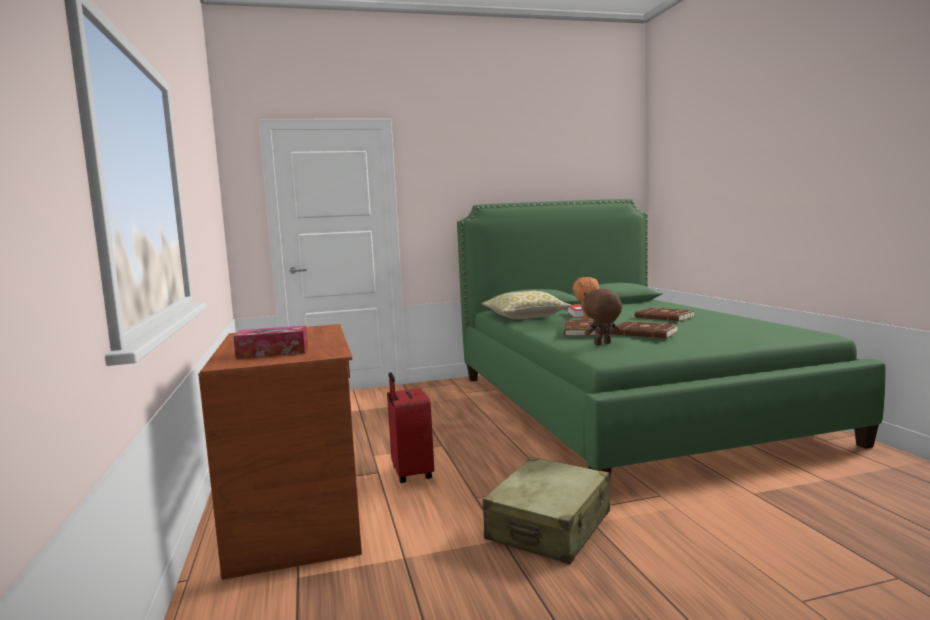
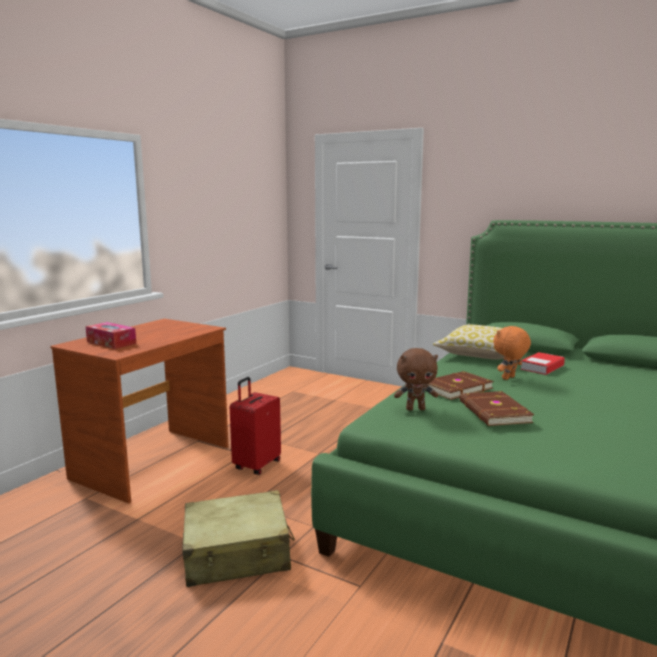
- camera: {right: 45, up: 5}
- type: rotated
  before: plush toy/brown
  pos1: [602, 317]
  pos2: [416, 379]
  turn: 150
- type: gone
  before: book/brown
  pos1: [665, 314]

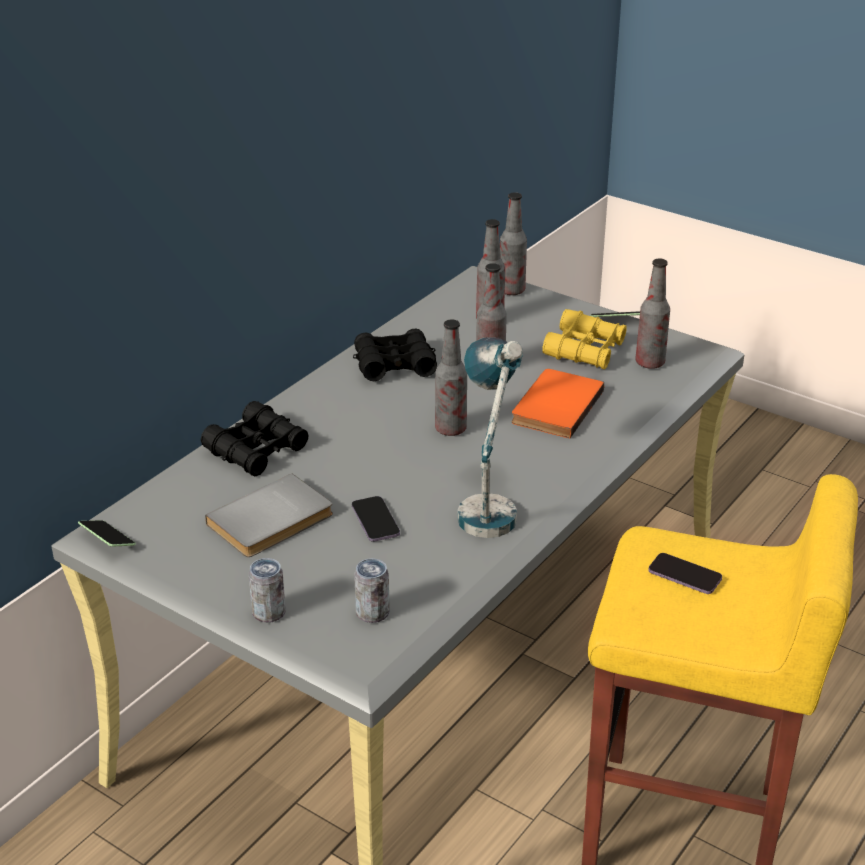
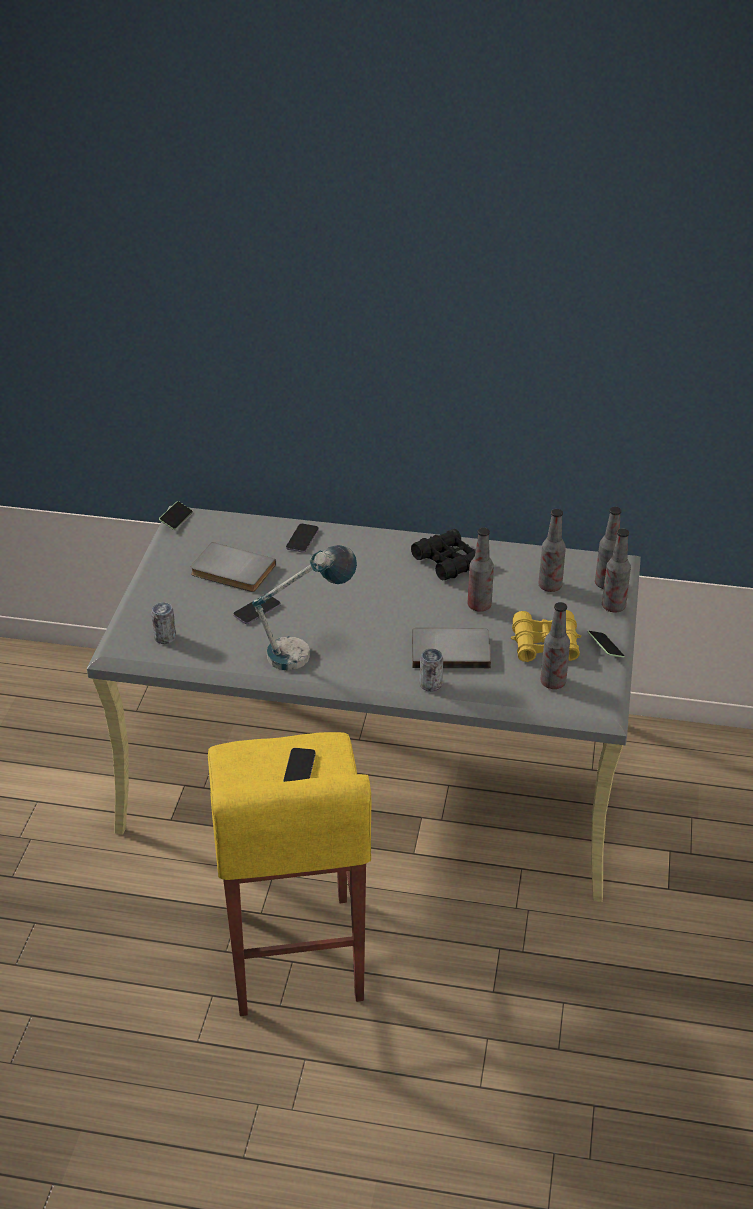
- camera: {right: 65, up: 5}
- type: swapped
  before: binoculars/black
  after: phone
  pos1: [254, 438]
  pos2: [302, 538]
- type: shifted
  before: can
  pos1: [267, 590]
  pos2: [431, 670]
- type: shifted
  before: bottle
  pos1: [451, 377]
  pos2: [616, 570]
- type: repainted
  before: book/orange
  after: book/grey
  pos1: [558, 404]
  pos2: [451, 648]

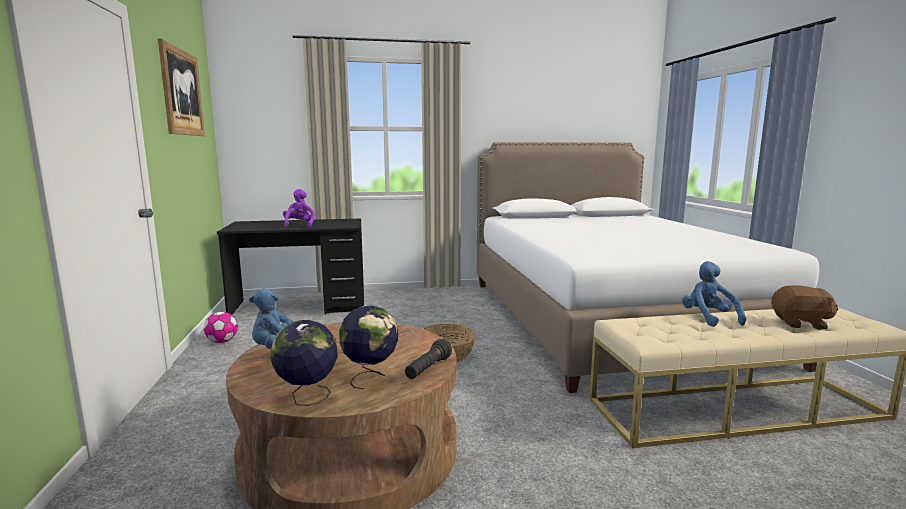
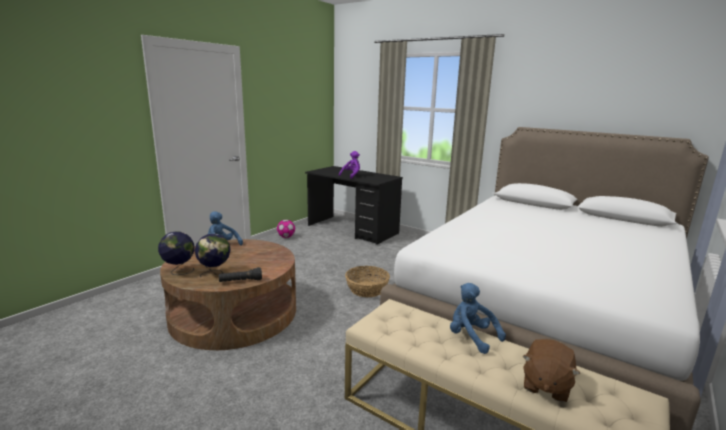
- camera: {right: 45, up: 5}
- type: gone
  before: picture
  pos1: [181, 87]
- type: rotated
  before: plush toy/blue
  pos1: [714, 294]
  pos2: [478, 318]
  turn: -75
- type: rotated
  before: plush toy/brown
  pos1: [804, 307]
  pos2: [551, 370]
  turn: 60

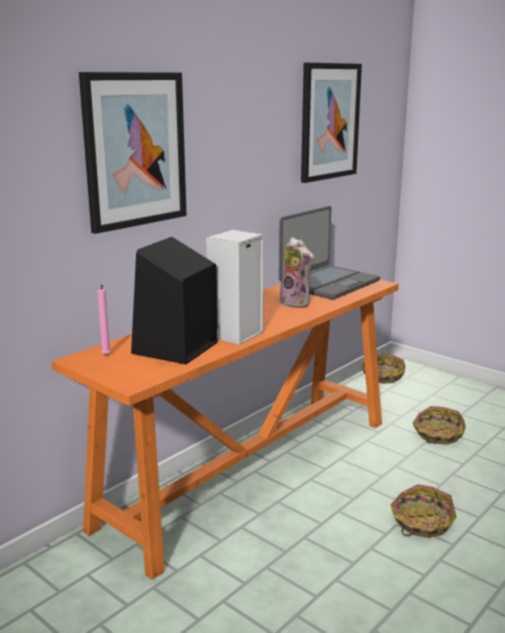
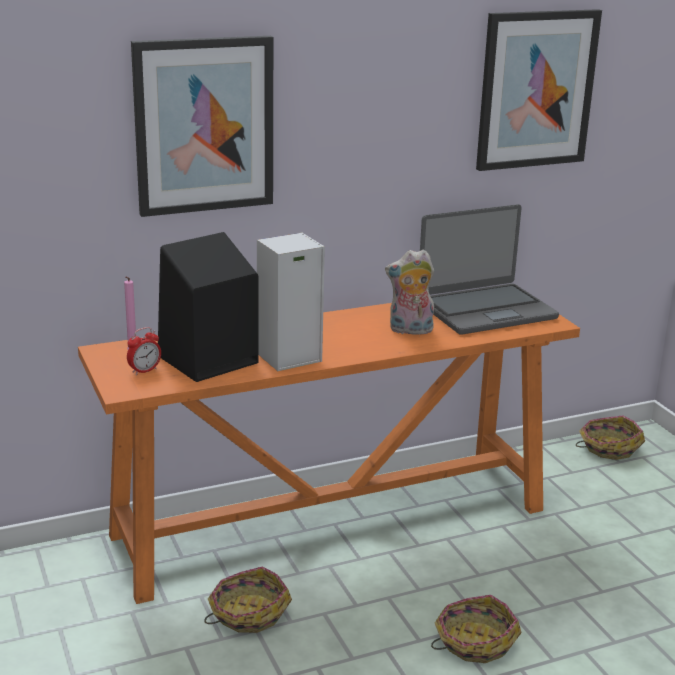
- camera: {right: 25, up: 5}
- type: rotated
  before: plush toy
  pos1: [297, 272]
  pos2: [409, 292]
  turn: 105
- type: shifted
  before: basket
  pos1: [439, 425]
  pos2: [248, 599]
- type: new
  after: alarm clock
  pos2: [144, 351]

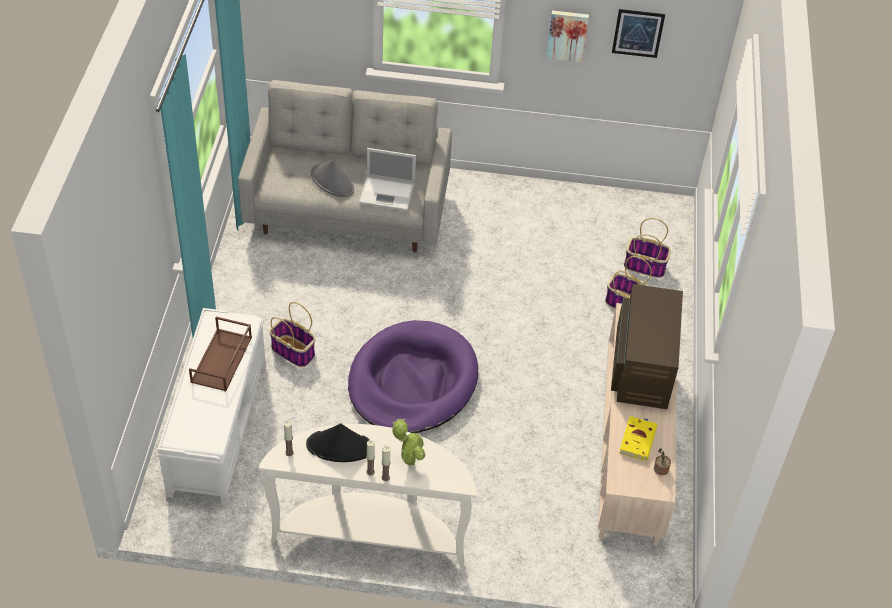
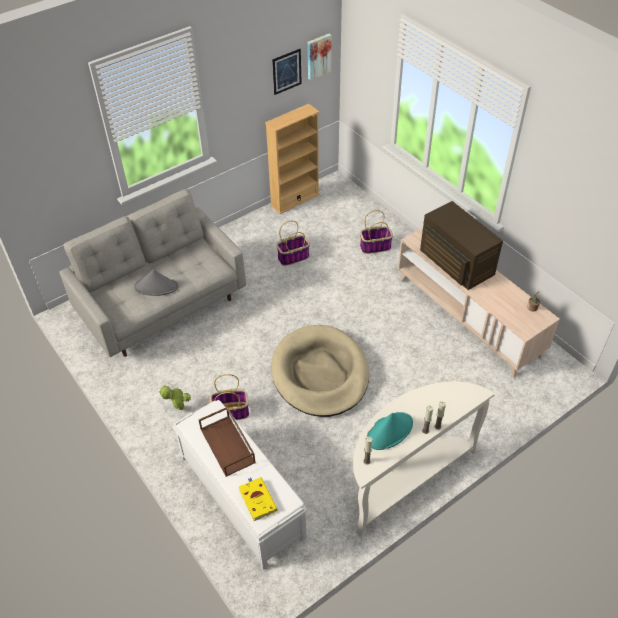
- camera: {right: -40, up: 0}
- type: repainted
  before: hat/black
  after: hat/turquoise
  pos1: [338, 443]
  pos2: [390, 431]
- type: repainted
  before: dog bed/purple
  after: dog bed/beige
  pos1: [413, 376]
  pos2: [320, 371]
- type: gone
  before: laptop
  pos1: [387, 179]
- type: shifted
  before: potted plant
  pos1: [408, 442]
  pos2: [175, 397]
- type: shifted
  before: picture
  pos1: [567, 37]
  pos2: [319, 57]
- type: shifted
  before: book/yellow
  pos1: [638, 438]
  pos2: [258, 499]
- type: shifted
  before: basket
  pos1: [647, 248]
  pos2: [293, 243]
- type: new
  after: bookcase/beige
  pos2: [292, 159]

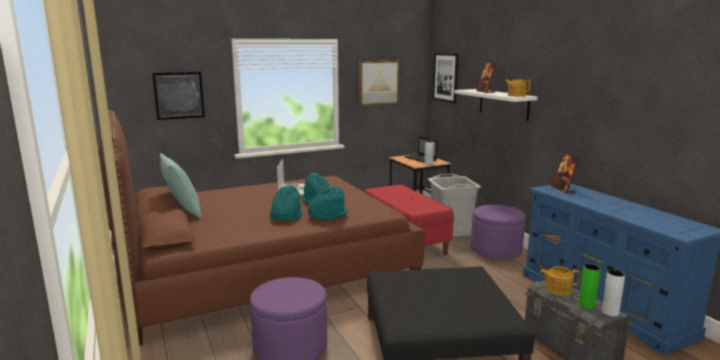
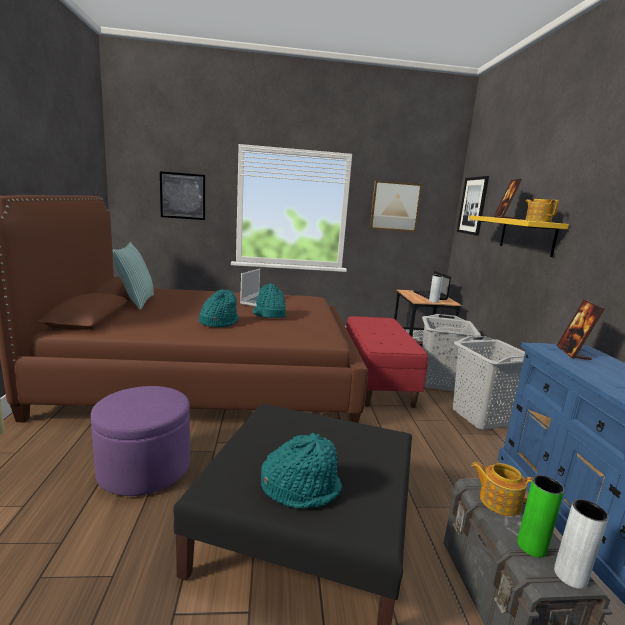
- camera: {right: 20, up: 0}
- type: shifted
  before: hat/turquoise
  pos1: [328, 203]
  pos2: [301, 471]
- type: repainted
  before: shelf/white
  after: shelf/yellow
  pos1: [496, 105]
  pos2: [519, 236]
- type: swapped
  before: ottoman/purple
  after: laundry basket/grey
  pos1: [498, 232]
  pos2: [489, 383]

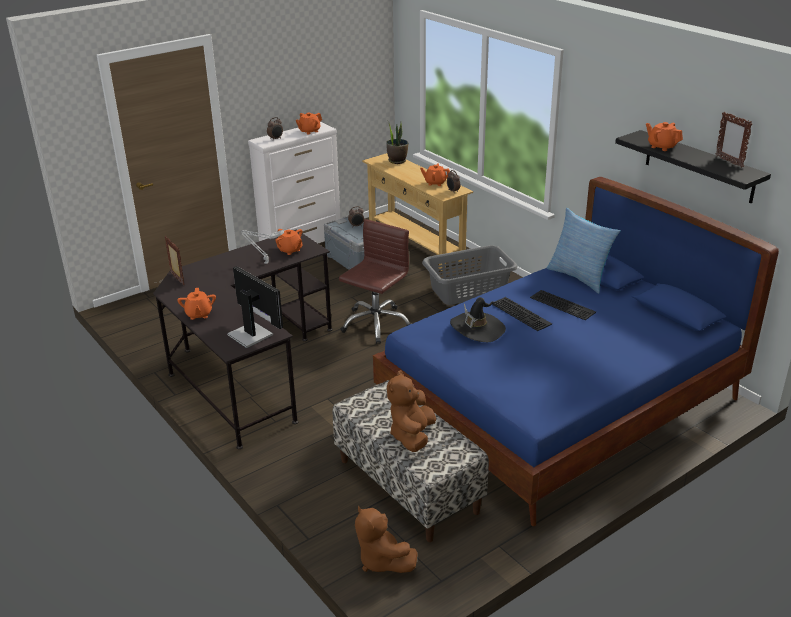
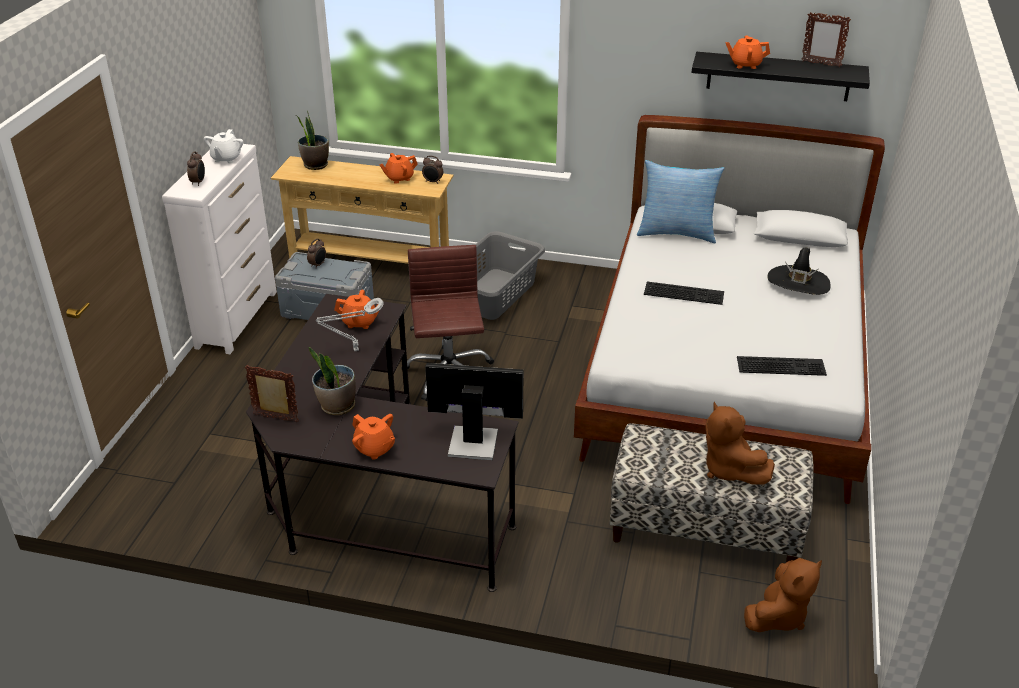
- camera: {right: -40, up: 5}
- type: repainted
  before: teapot/orange
  after: teapot/white
  pos1: [309, 123]
  pos2: [223, 146]
- type: rotated
  before: plush toy/brown
  pos1: [386, 539]
  pos2: [783, 595]
  turn: -60
- type: repainted
  before: bed/blue
  after: bed/white
  pos1: [576, 351]
  pos2: [729, 309]
- type: shifted
  before: hat/black
  pos1: [478, 319]
  pos2: [799, 271]
- type: shifted
  before: keyboard
  pos1: [563, 305]
  pos2: [782, 366]
- type: new
  after: potted plant
  pos2: [332, 381]

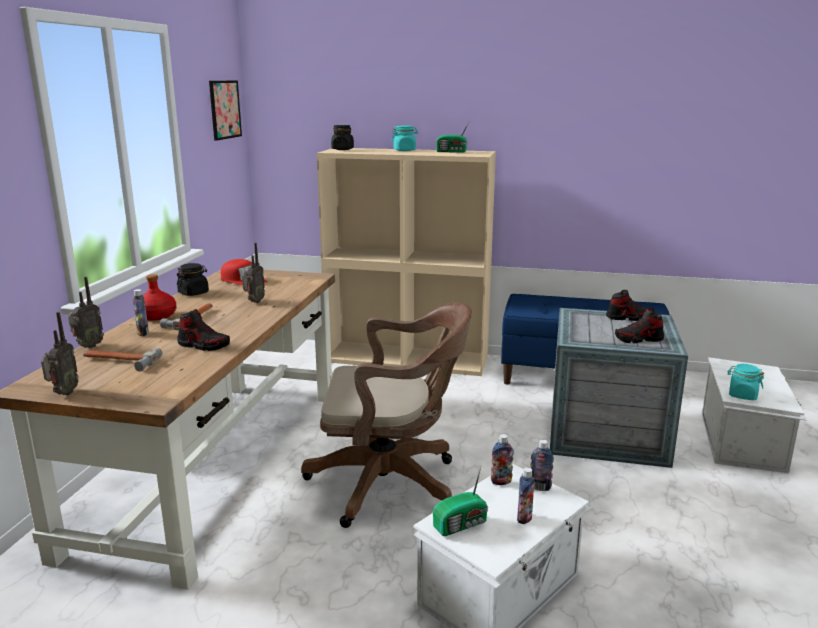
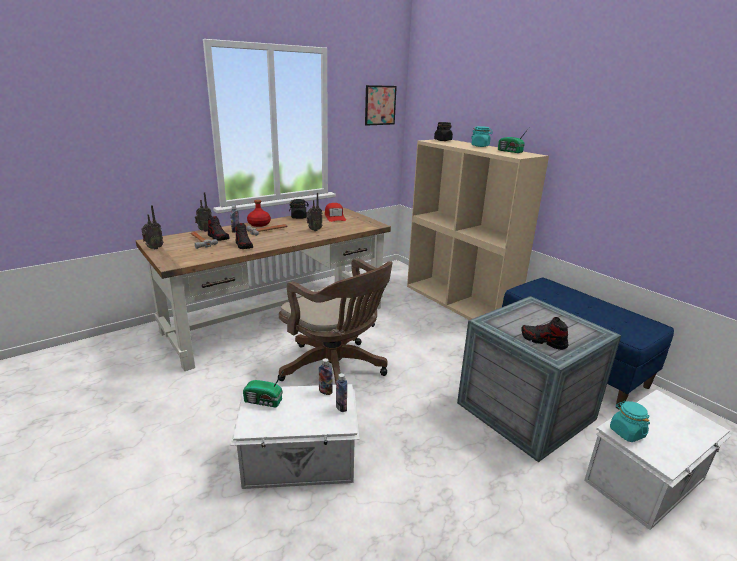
- camera: {right: 40, up: 5}
- type: gone
  before: bottle
  pos1: [526, 495]
- type: shifted
  before: shoe
  pos1: [630, 305]
  pos2: [218, 228]

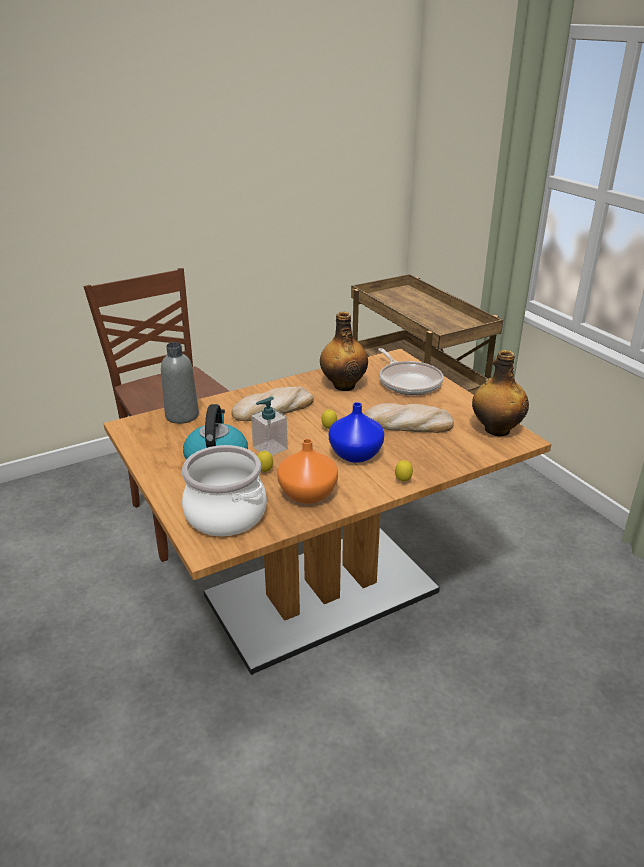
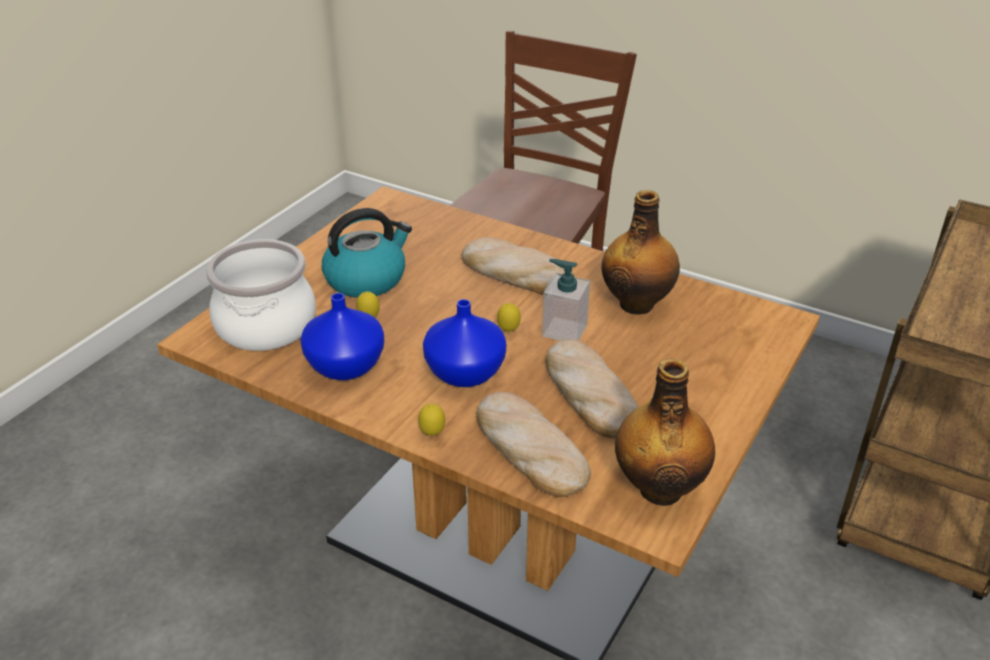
- camera: {right: 60, up: 5}
- type: gone
  before: bottle/grey
  pos1: [180, 383]
- type: shifted
  before: soap dispenser
  pos1: [269, 426]
  pos2: [566, 300]
- type: repainted
  before: vase/orange
  after: vase/blue
  pos1: [307, 471]
  pos2: [342, 336]
- type: gone
  before: frying pan
  pos1: [411, 371]
- type: new
  after: bread
  pos2: [533, 444]

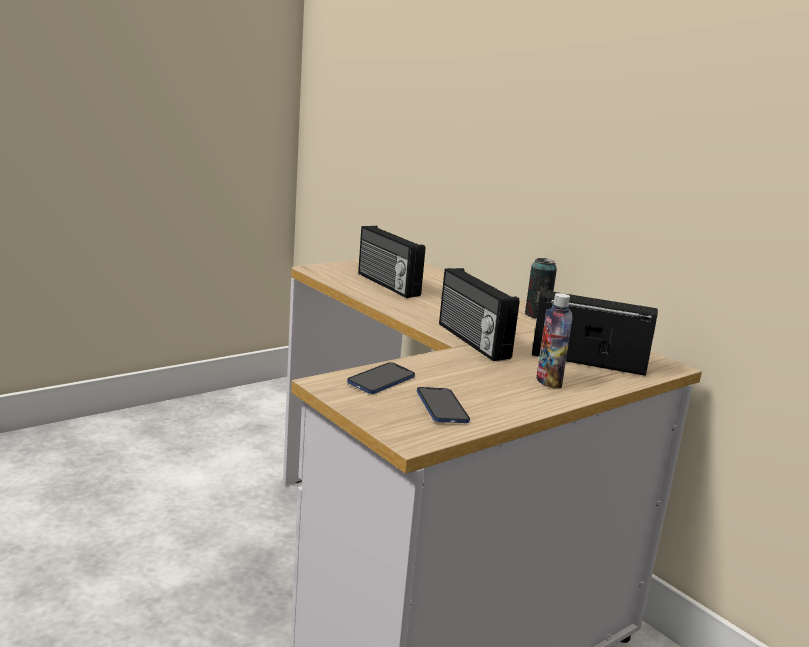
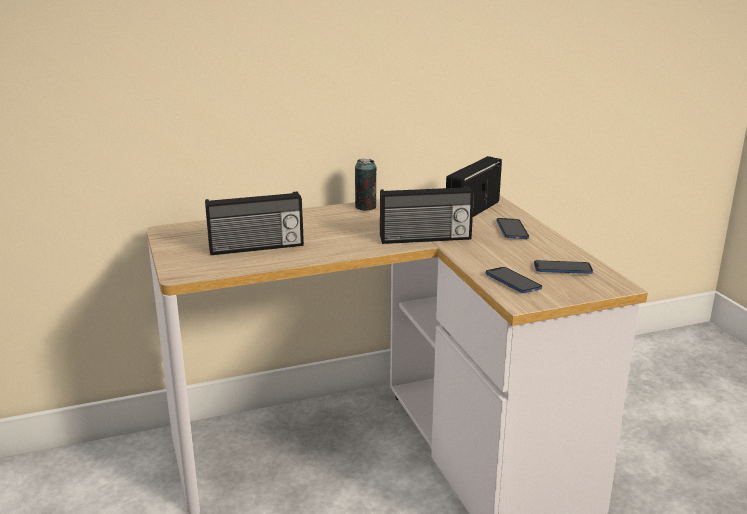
- camera: {right: -70, up: 5}
- type: swapped
  before: bottle
  after: phone
  pos1: [554, 341]
  pos2: [512, 228]

